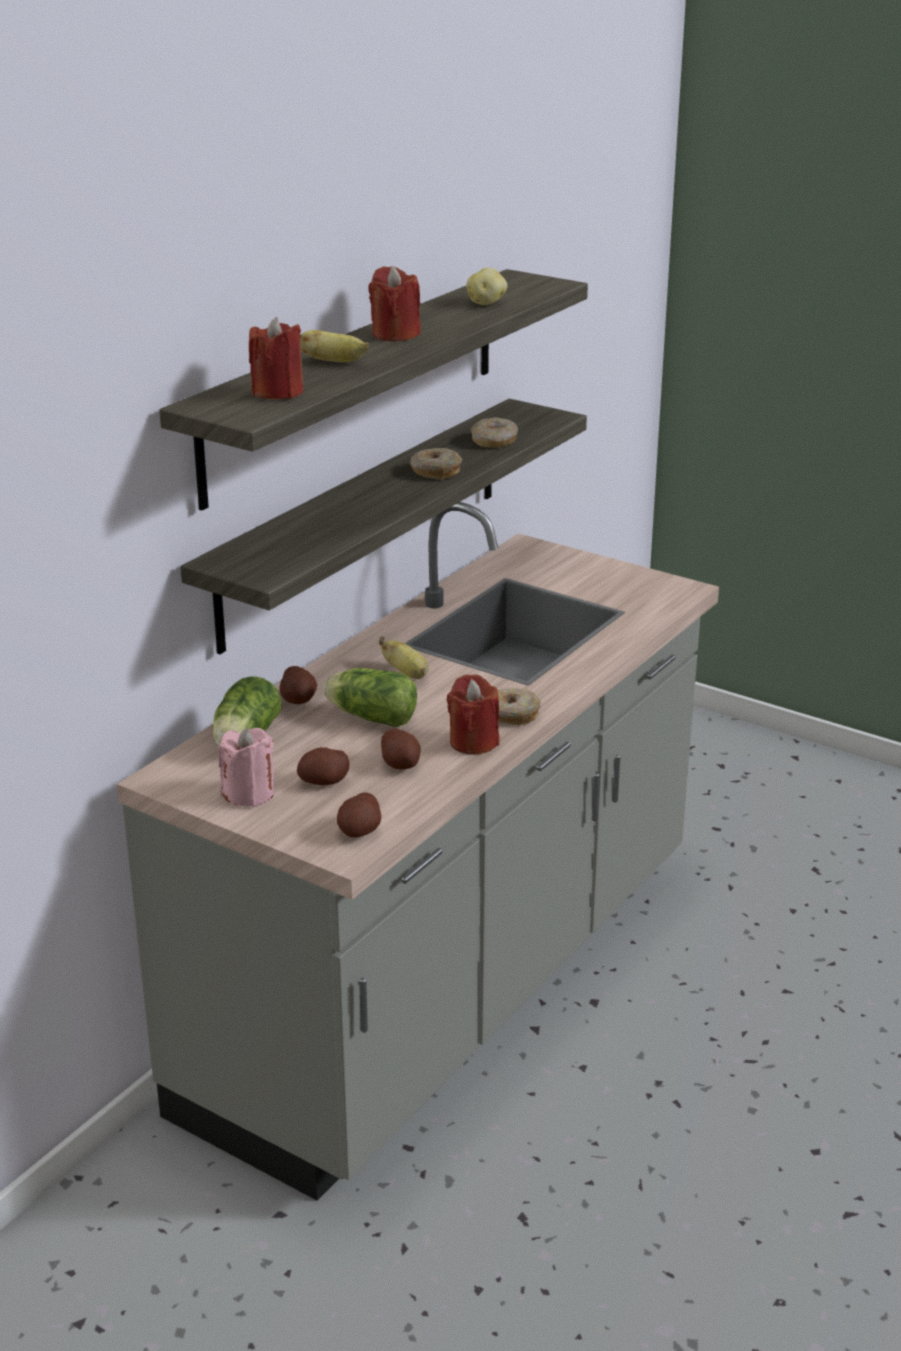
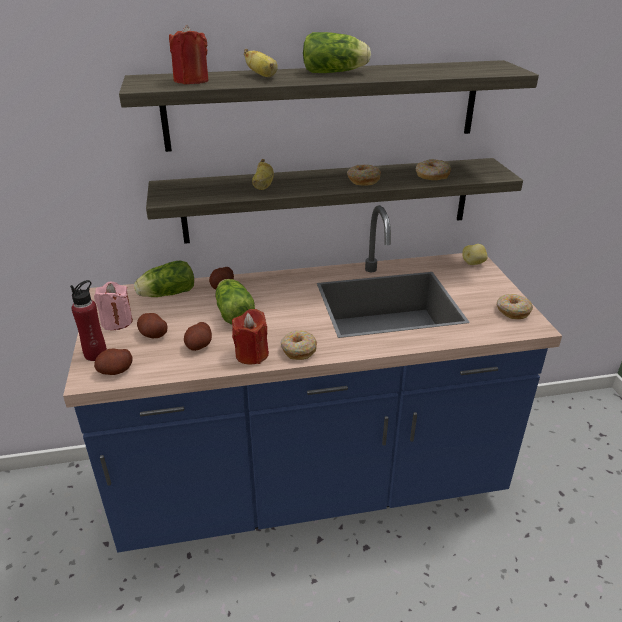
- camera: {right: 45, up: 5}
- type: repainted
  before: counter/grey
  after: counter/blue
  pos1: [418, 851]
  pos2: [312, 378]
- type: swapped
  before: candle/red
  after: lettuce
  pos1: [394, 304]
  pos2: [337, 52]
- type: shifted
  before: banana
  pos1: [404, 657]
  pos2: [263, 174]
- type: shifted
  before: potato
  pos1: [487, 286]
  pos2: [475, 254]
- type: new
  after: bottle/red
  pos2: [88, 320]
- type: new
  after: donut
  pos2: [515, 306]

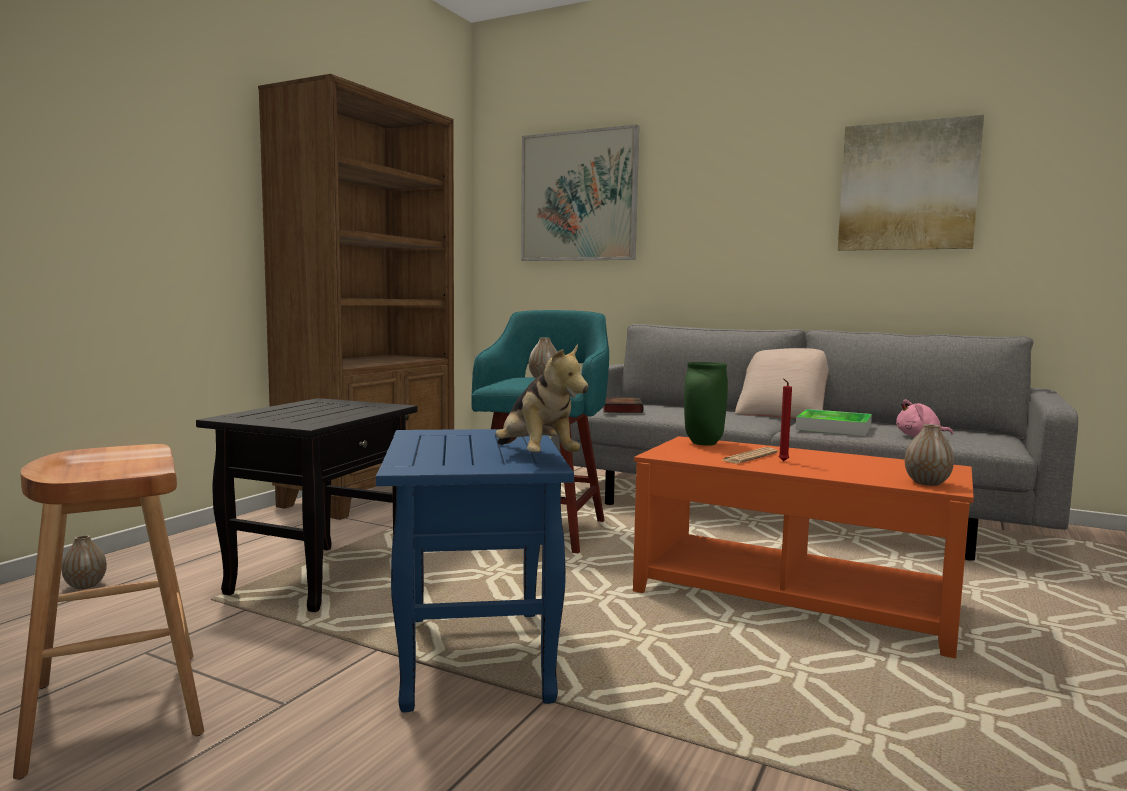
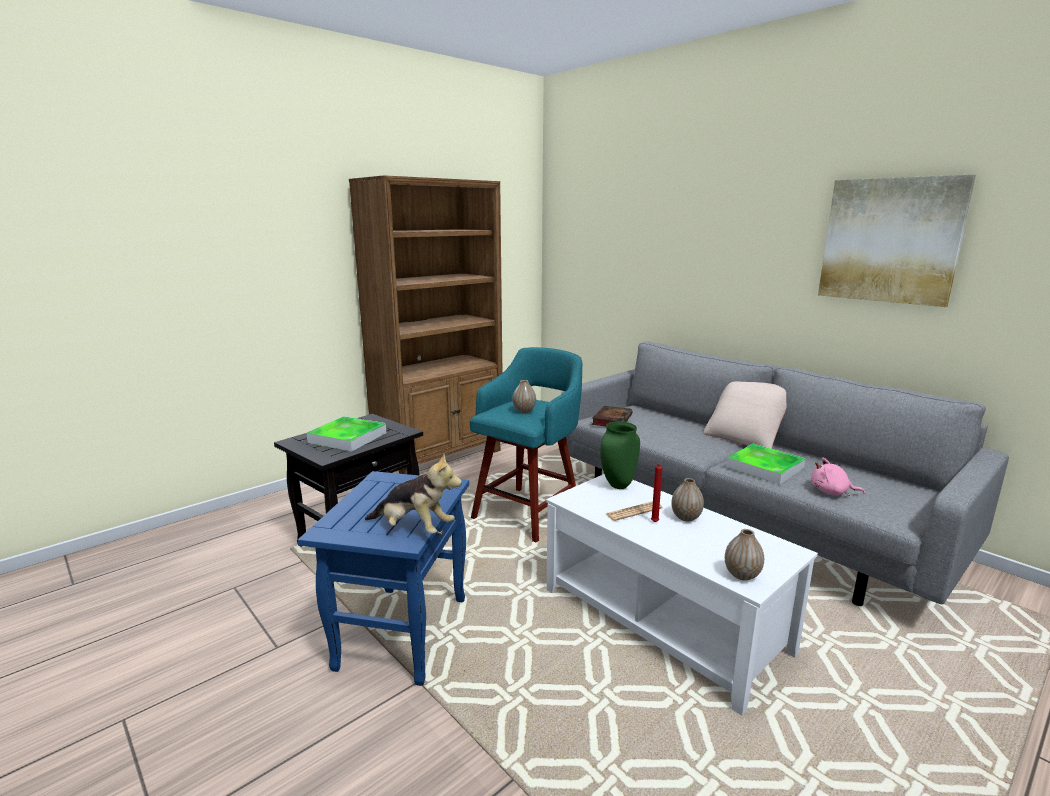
- camera: {right: 20, up: 10}
- type: gone
  before: stool/brown
  pos1: [108, 611]
- type: shifted
  before: vase
  pos1: [84, 562]
  pos2: [687, 500]
- type: rotated
  before: plush toy
  pos1: [541, 398]
  pos2: [413, 493]
  turn: -60
- type: gone
  before: picture
  pos1: [580, 192]
- type: repainted
  before: coffee table/orange
  after: coffee table/white
  pos1: [803, 547]
  pos2: [682, 595]
- type: new
  after: tray
  pos2: [346, 434]

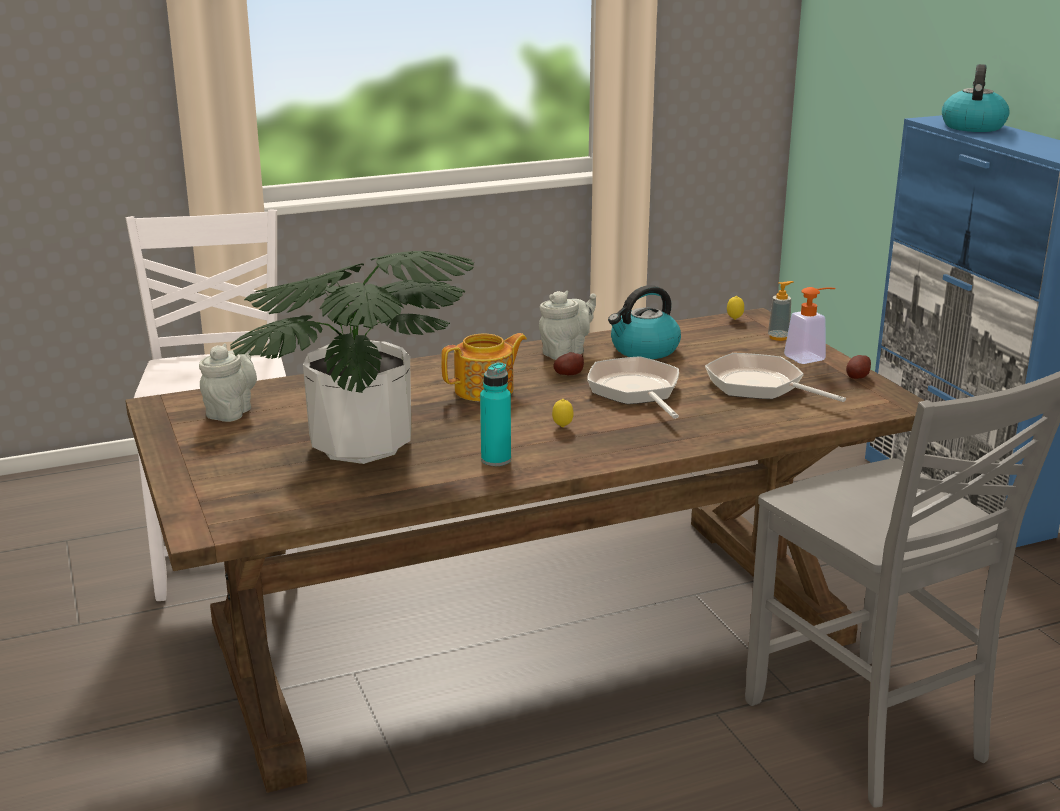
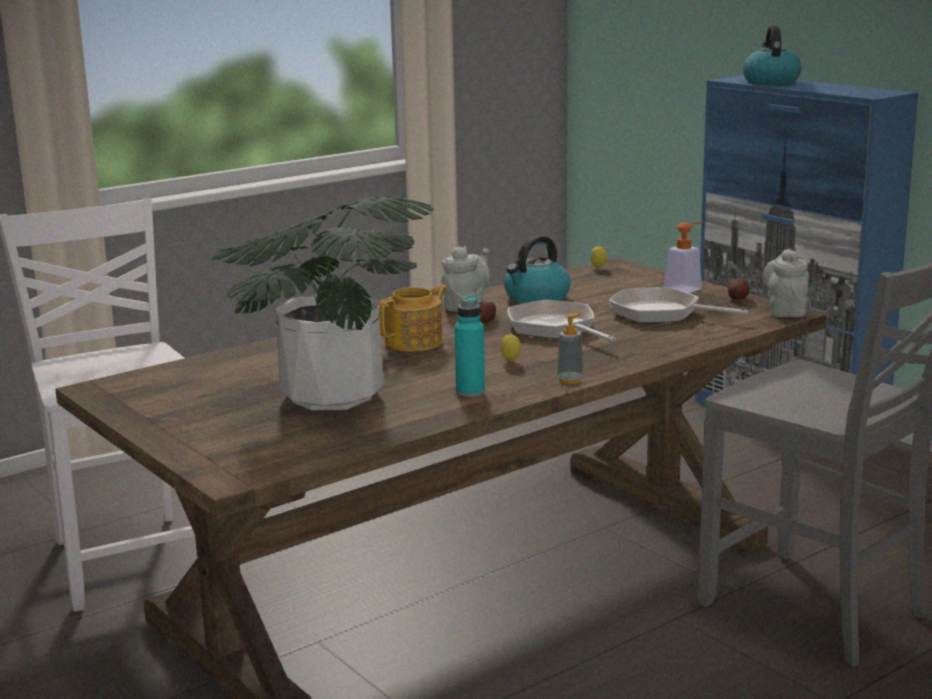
- camera: {right: -15, up: -5}
- type: shifted
  before: teapot/grey
  pos1: [228, 382]
  pos2: [785, 283]
- type: shifted
  before: soap dispenser
  pos1: [780, 311]
  pos2: [570, 348]

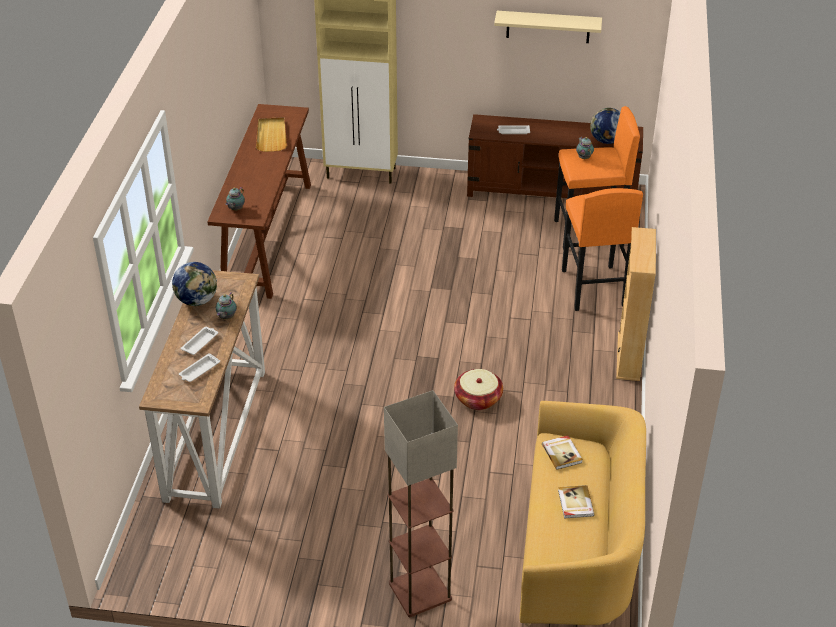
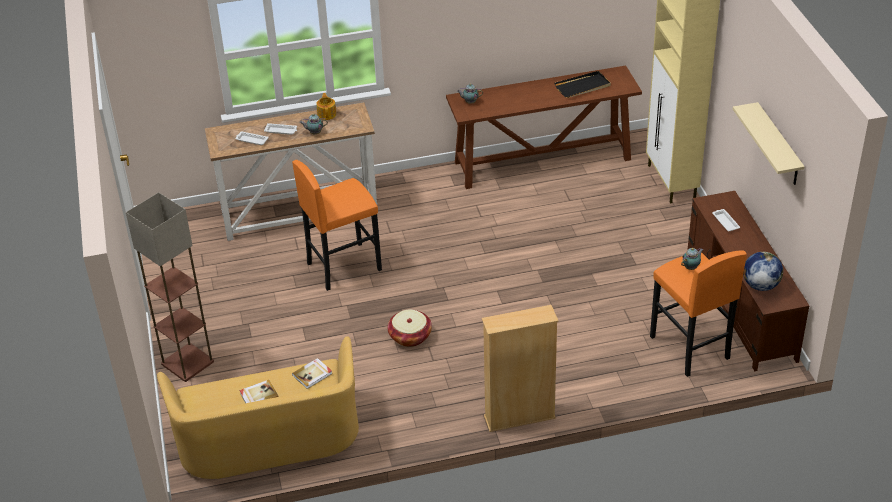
- camera: {right: 70, up: 0}
- type: swapped
  before: globe
  after: teapot
  pos1: [194, 284]
  pos2: [326, 106]
- type: repainted
  before: tray/beige
  after: tray/black
  pos1: [271, 134]
  pos2: [583, 84]
- type: shifted
  before: stool/orange
  pos1: [602, 249]
  pos2: [337, 225]

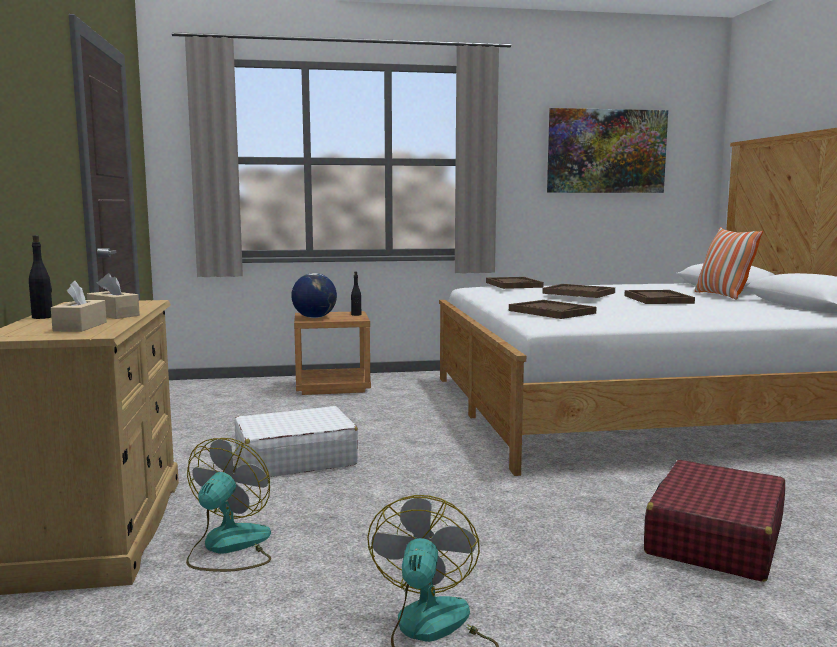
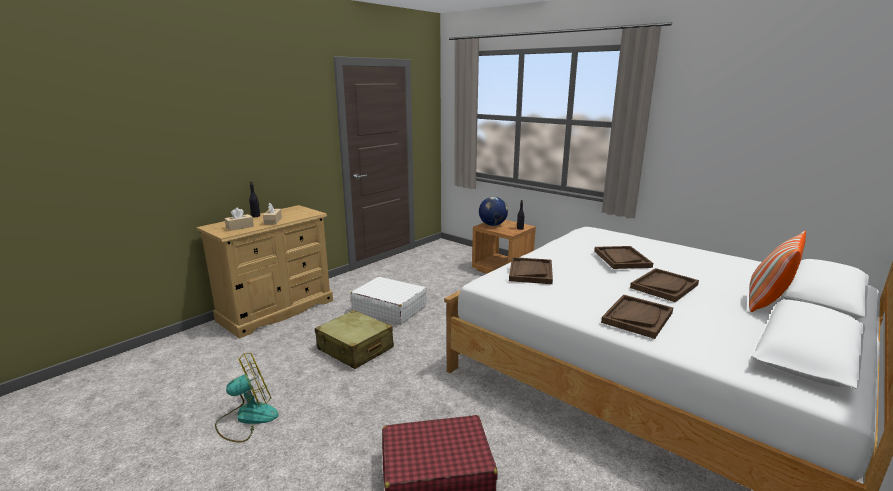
- camera: {right: 50, up: 10}
- type: gone
  before: fan
  pos1: [228, 505]
- type: shifted
  before: tray/brown
  pos1: [515, 283]
  pos2: [637, 316]
- type: gone
  before: picture
  pos1: [607, 150]
- type: new
  after: suitcase/beige
  pos2: [354, 339]

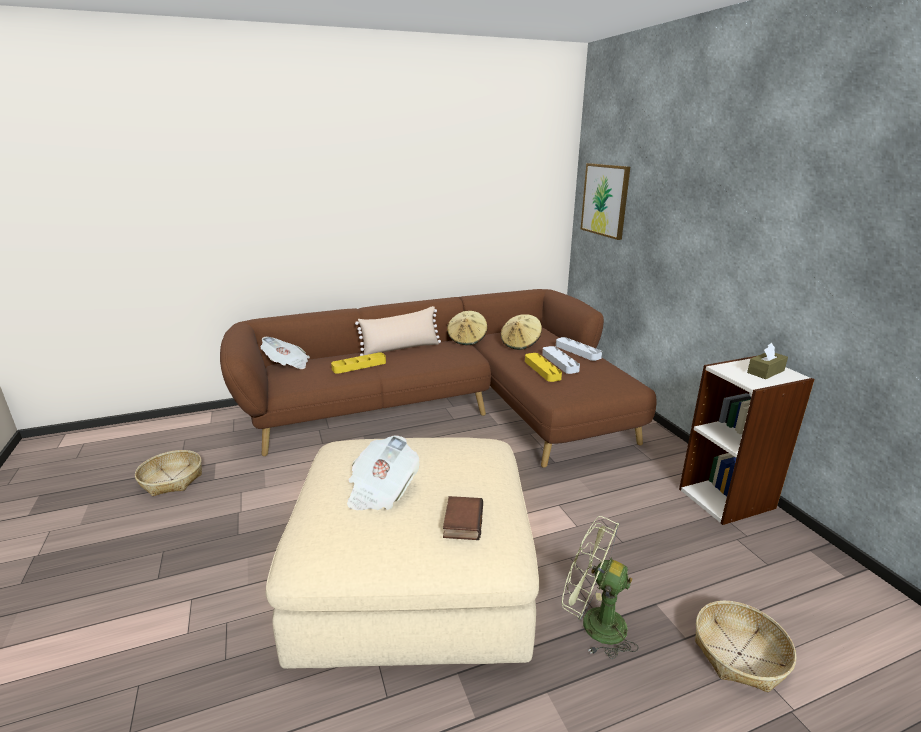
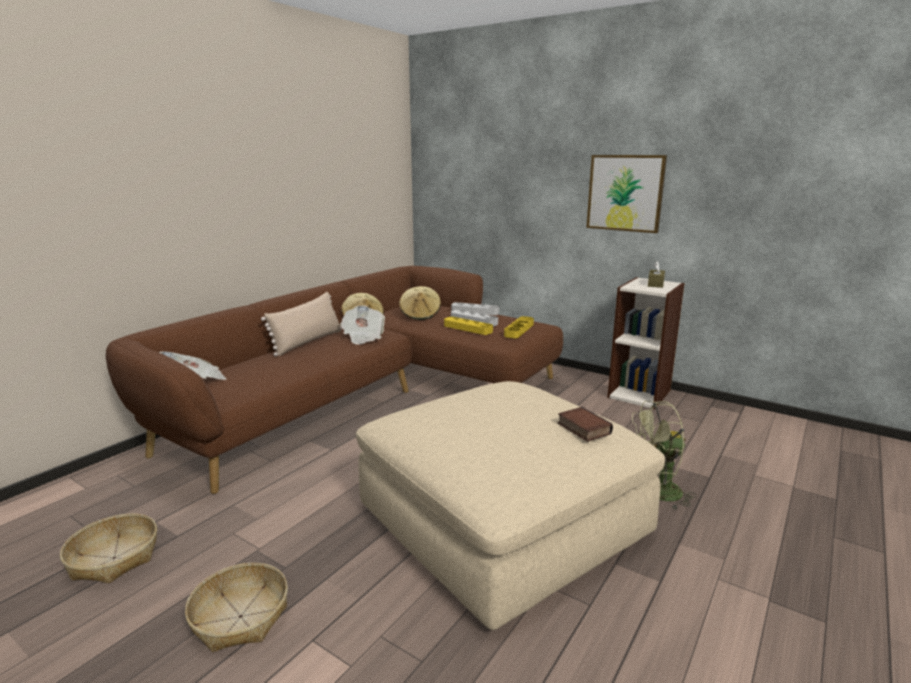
- camera: {right: -35, up: -5}
- type: shifted
  before: tray/yellow
  pos1: [358, 363]
  pos2: [519, 327]
- type: shifted
  before: newspaper
  pos1: [383, 472]
  pos2: [362, 325]
- type: shifted
  before: picture
  pos1: [605, 201]
  pos2: [626, 194]
- type: shifted
  before: basket
  pos1: [745, 647]
  pos2: [236, 607]

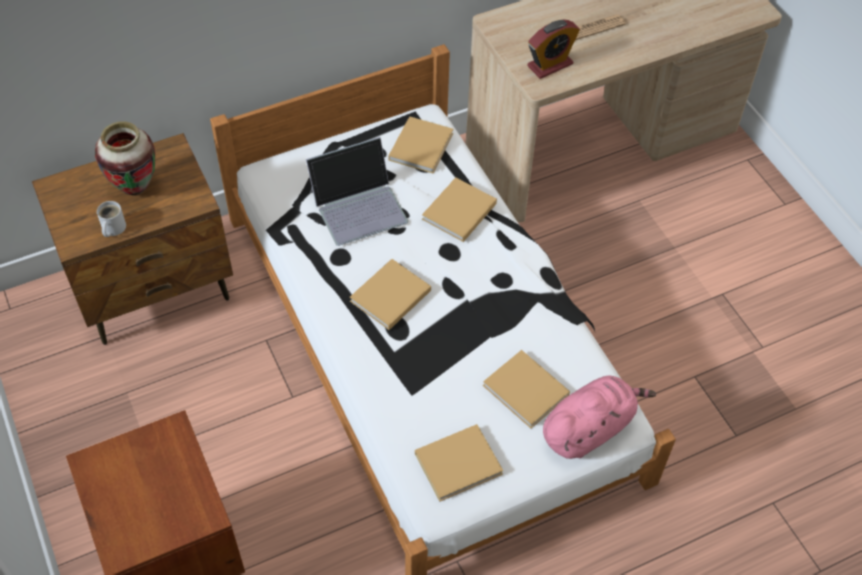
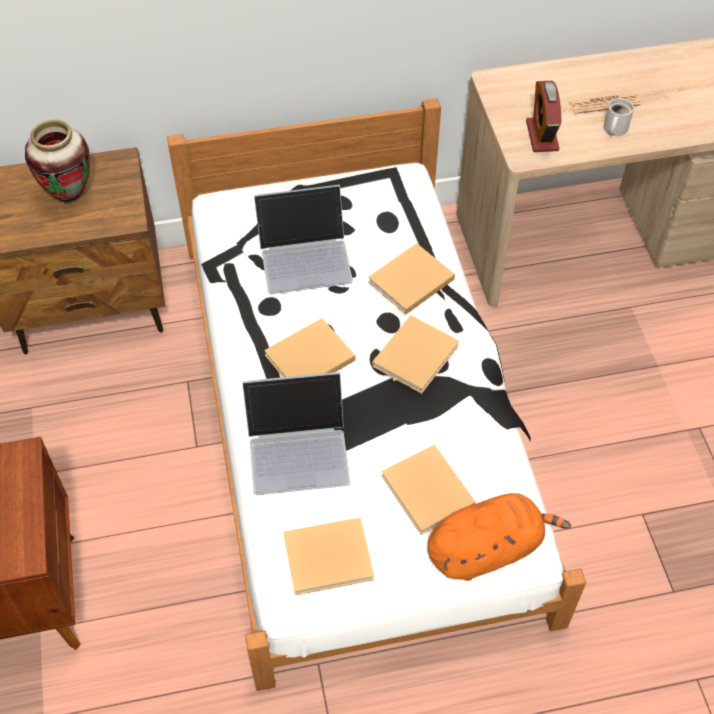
- camera: {right: 15, up: 0}
- type: shifted
  before: mug/white
  pos1: [111, 219]
  pos2: [618, 117]
- type: shifted
  before: book/beige
  pos1: [420, 144]
  pos2: [415, 354]
- type: rotated
  before: alarm clock
  pos1: [553, 49]
  pos2: [543, 116]
  turn: 105
- type: repainted
  before: plush toy/pink
  after: plush toy/orange
  pos1: [599, 417]
  pos2: [499, 537]
- type: new
  after: laptop
  pos2: [296, 433]

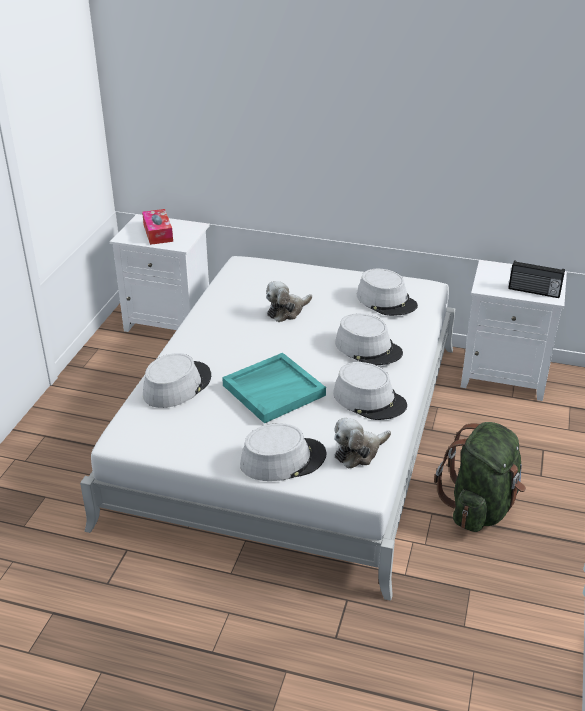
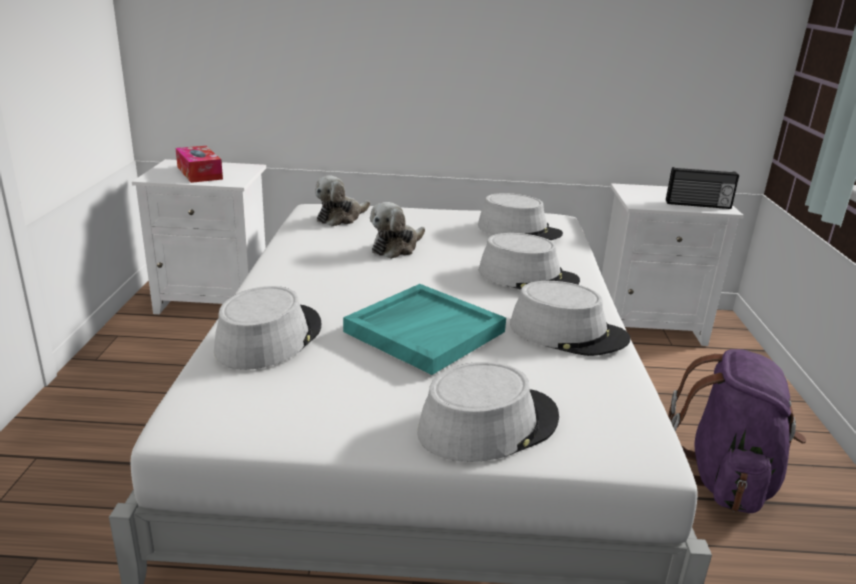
- camera: {right: -15, up: -10}
- type: shifted
  before: plush toy
  pos1: [362, 443]
  pos2: [342, 200]
- type: repainted
  before: backpack/green
  after: backpack/purple
  pos1: [480, 477]
  pos2: [737, 431]

